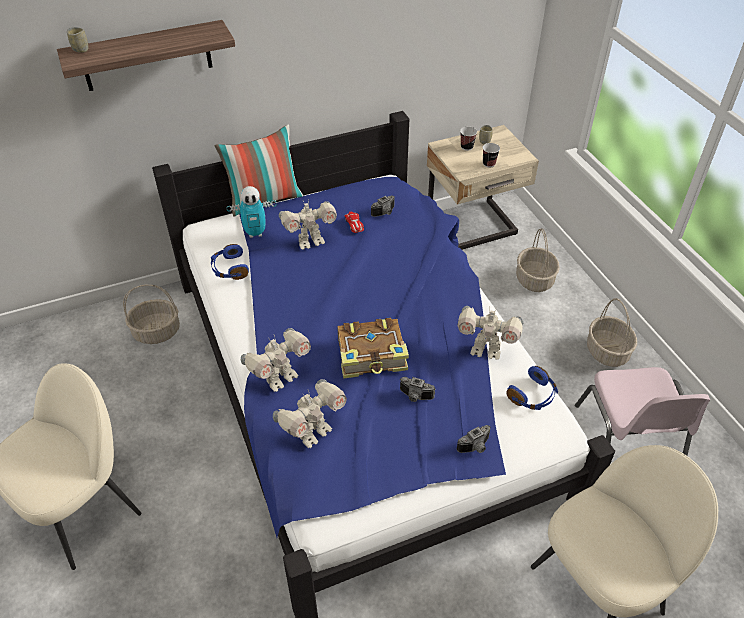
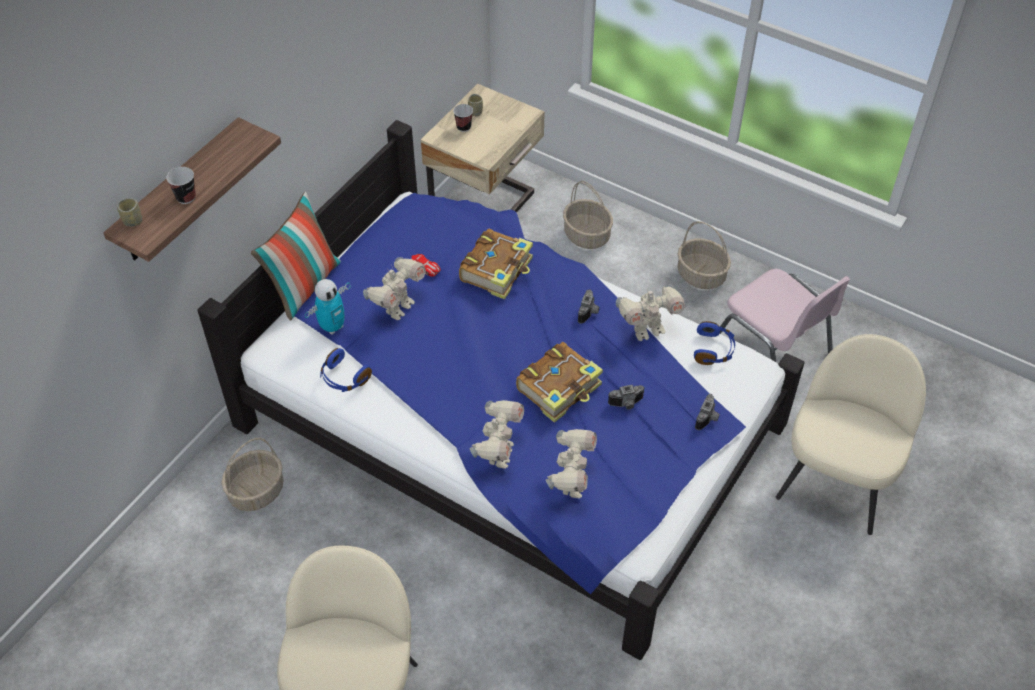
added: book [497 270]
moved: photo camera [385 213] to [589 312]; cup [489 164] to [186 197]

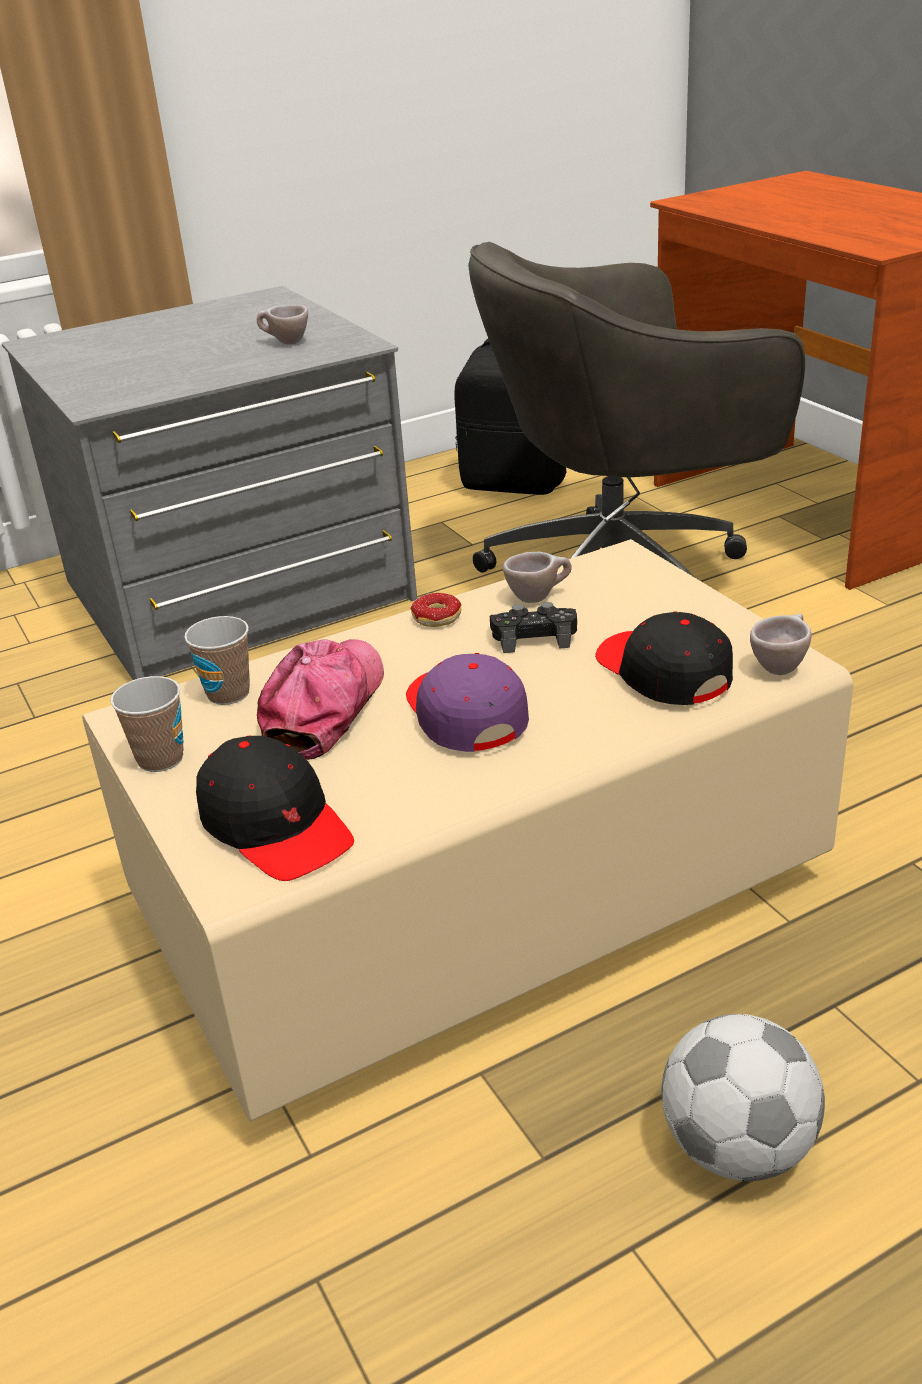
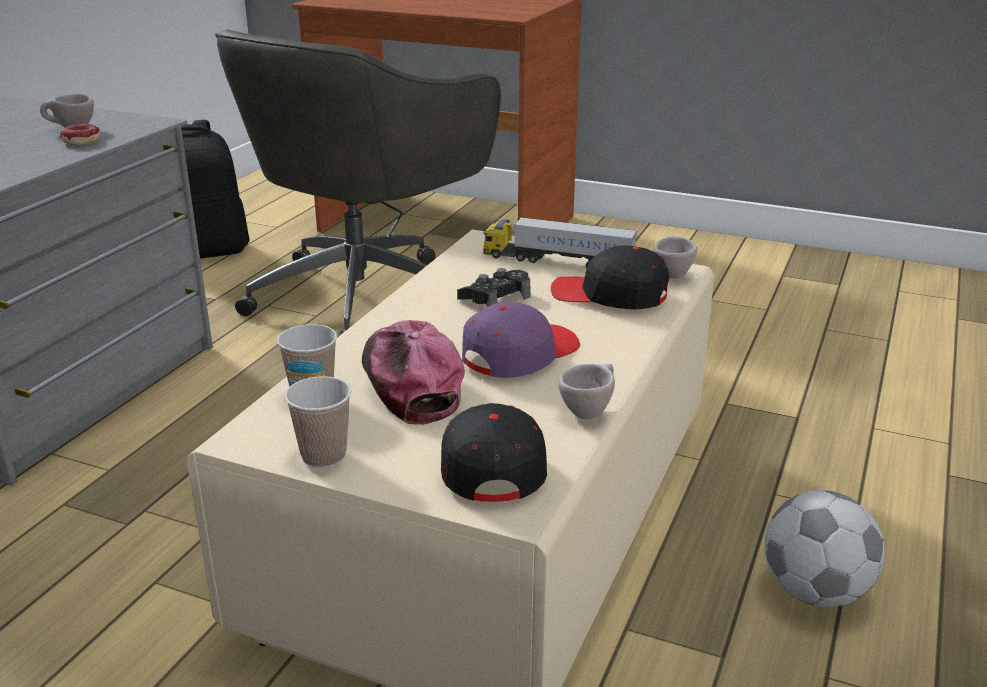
added: toy truck [557 261]
moved: donut [435 623] to [83 143]; beige cup [538 597] to [589 411]
turned: black cap [276 826] = [491 463] 105 degrees counterclockwise; purple cap [464 715] = [519 354] 105 degrees clockwise

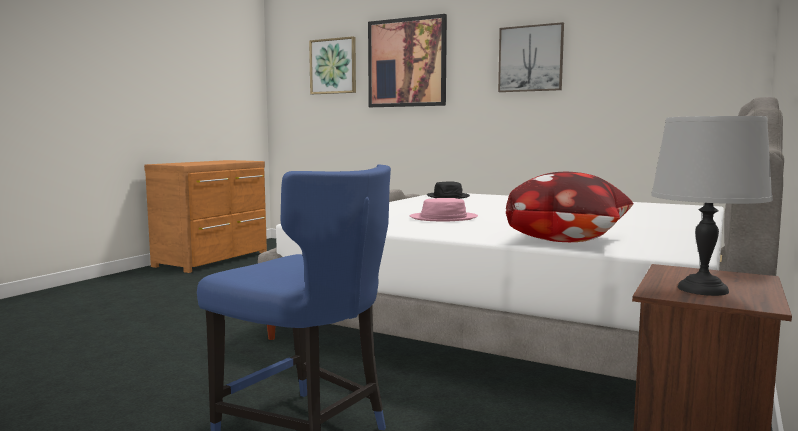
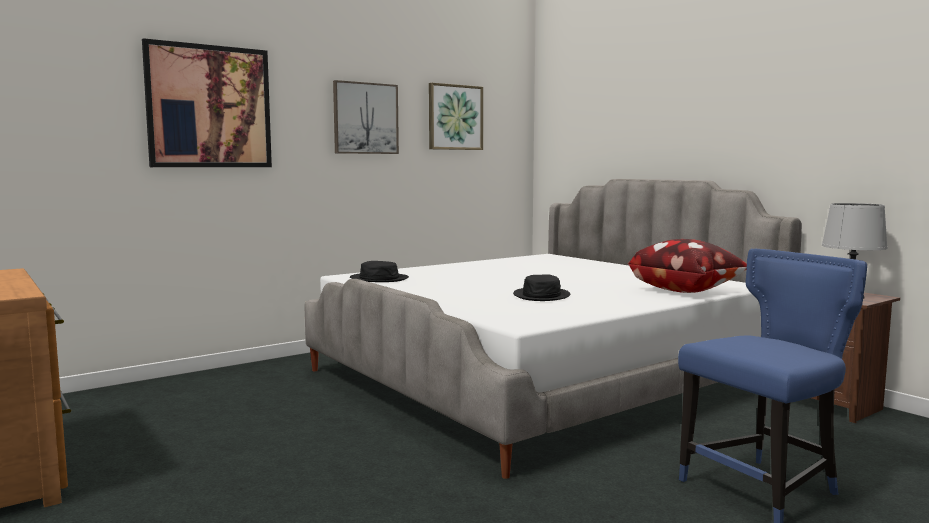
moved: picture [333 66] to [455 117]
recoloured: pink hat [443 218] to black hat [542 295]

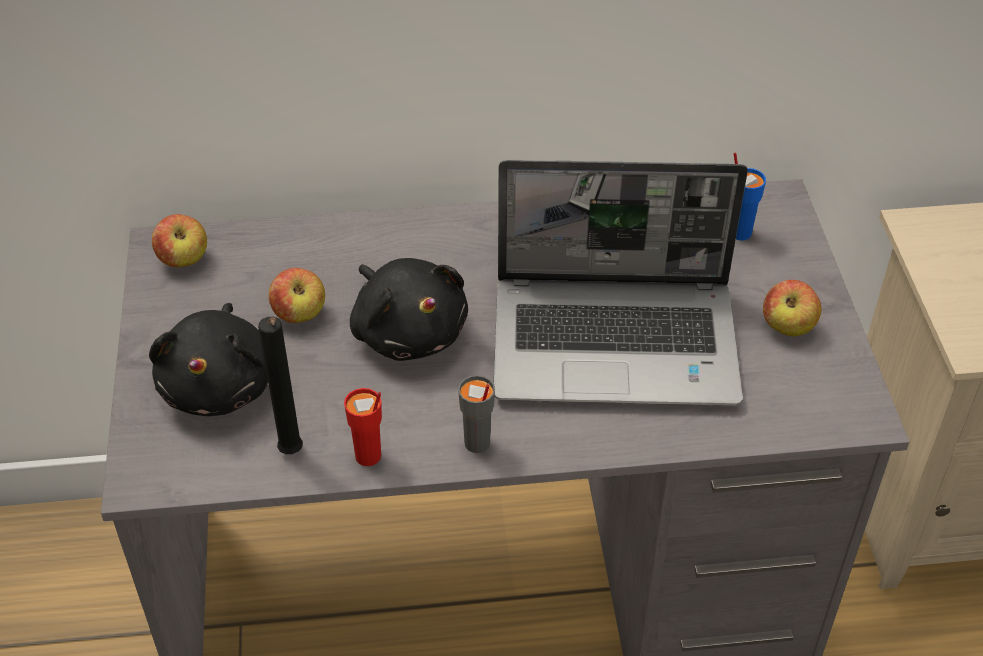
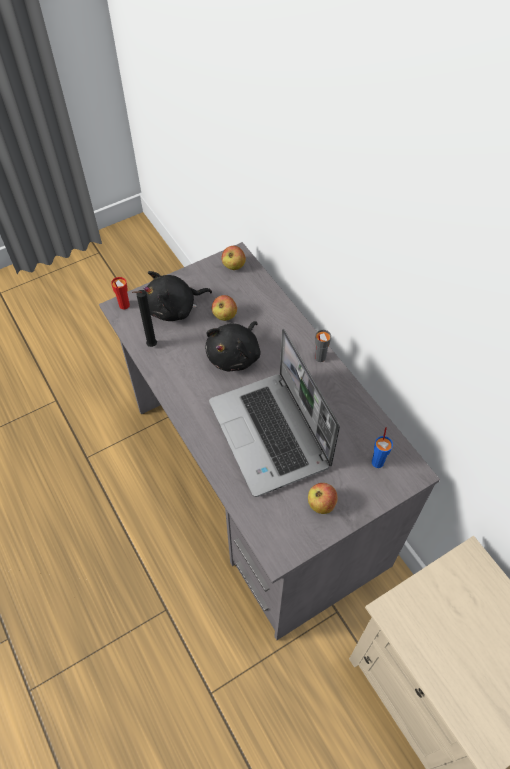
moved: red cup [368 456] to [124 305]; grey cup [477 443] to [319 357]

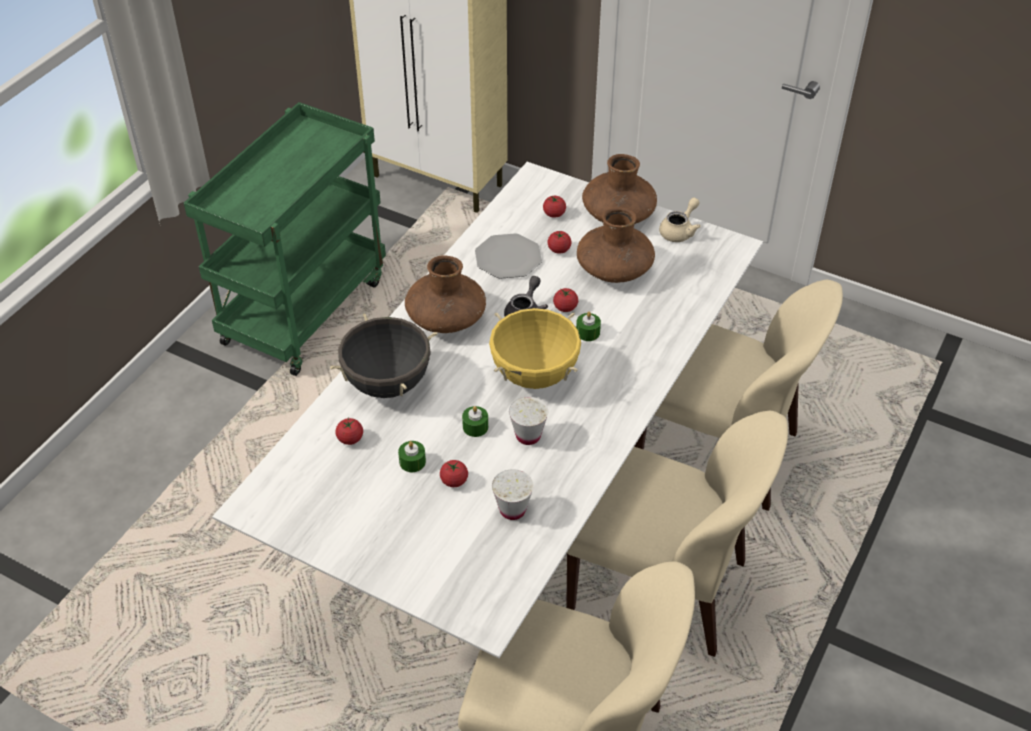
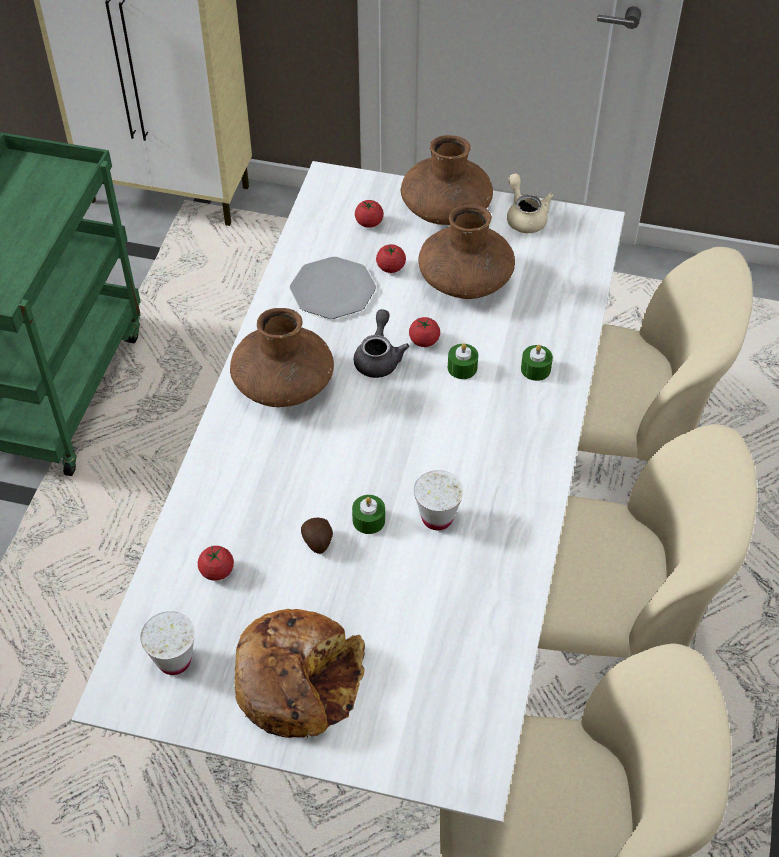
removed: black cooking pot [388 383]; tomato [454 481]; yellow cooking pot [534 374]
added: bread [298 681]; potato [317 542]
moved: green candle [412 462] to [535 369]; white cup [512 510] to [174 660]
turned: beige teapot [679 231] = [525 217] 45 degrees counterclockwise

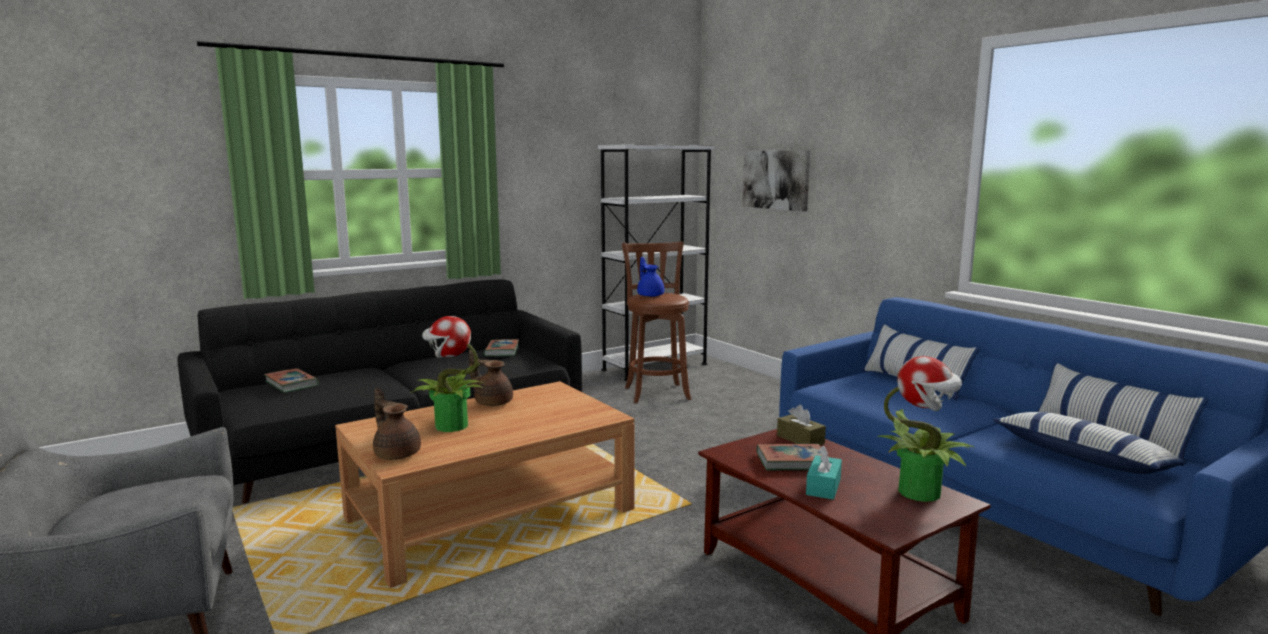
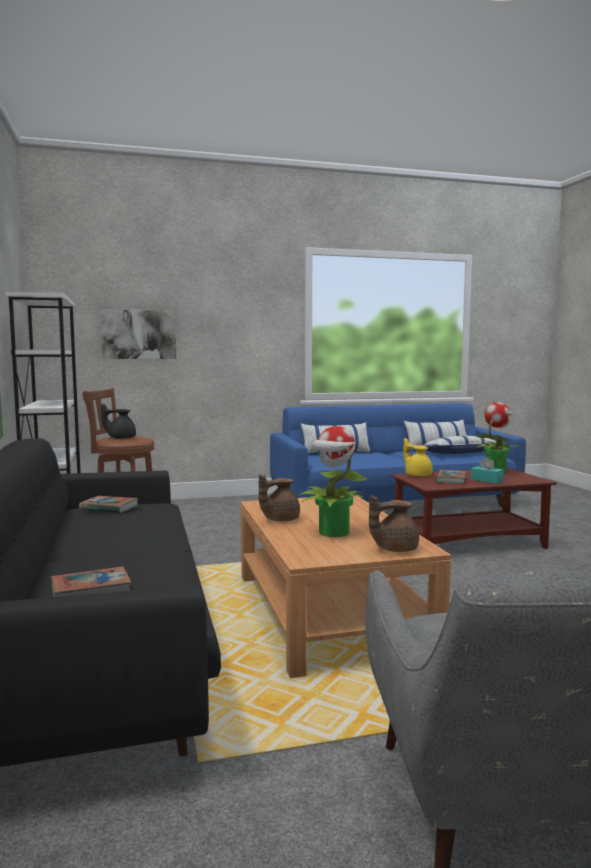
replaced: brown tissue box [800 439] to yellow teapot [417 475]
recoloured: blue teapot [650 295] to black teapot [121 438]

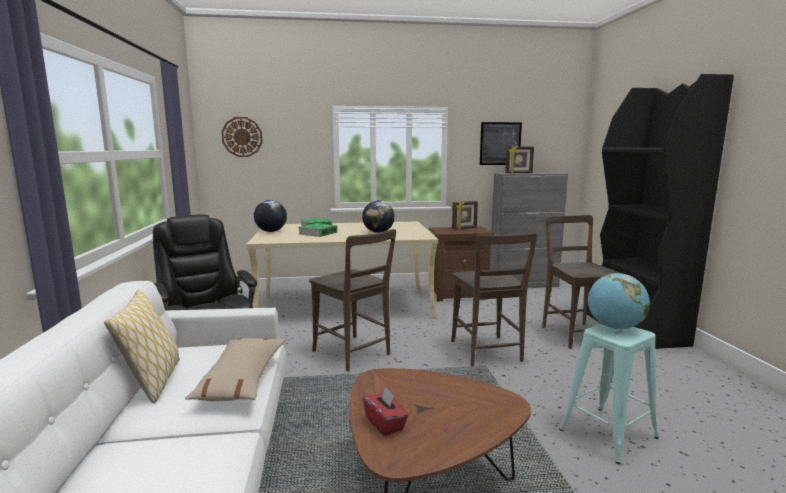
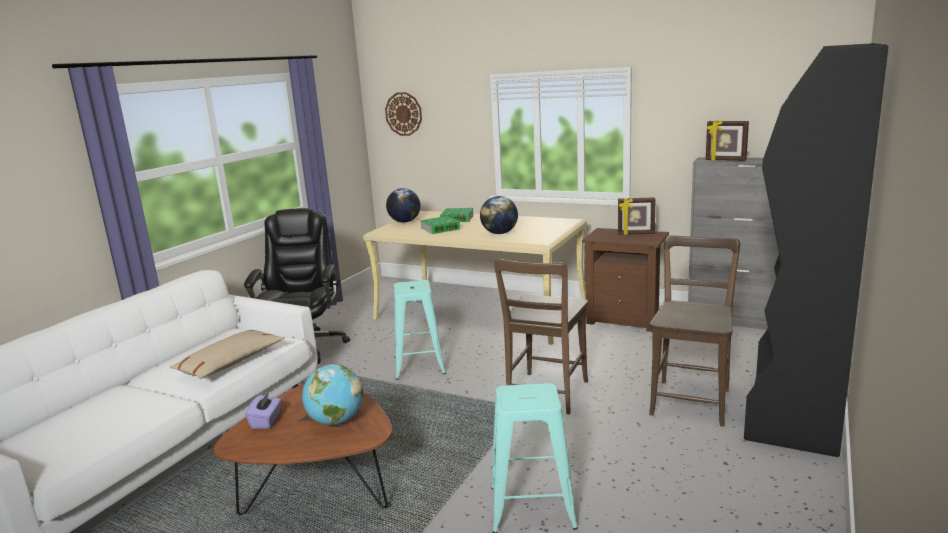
removed: pillow [153 382]; picture [500 143]
moved: globe [615 327] to [336 421]
replaced: brown chair [353 354] to turquoise stool [419 365]
recoloured: red tissue box [385 424] to purple tissue box [266 421]

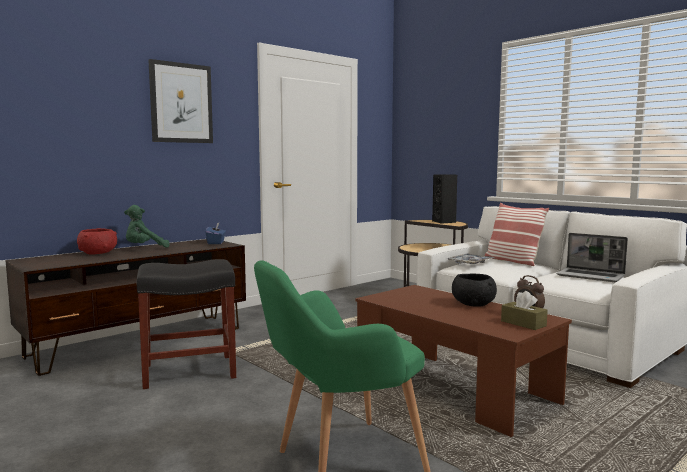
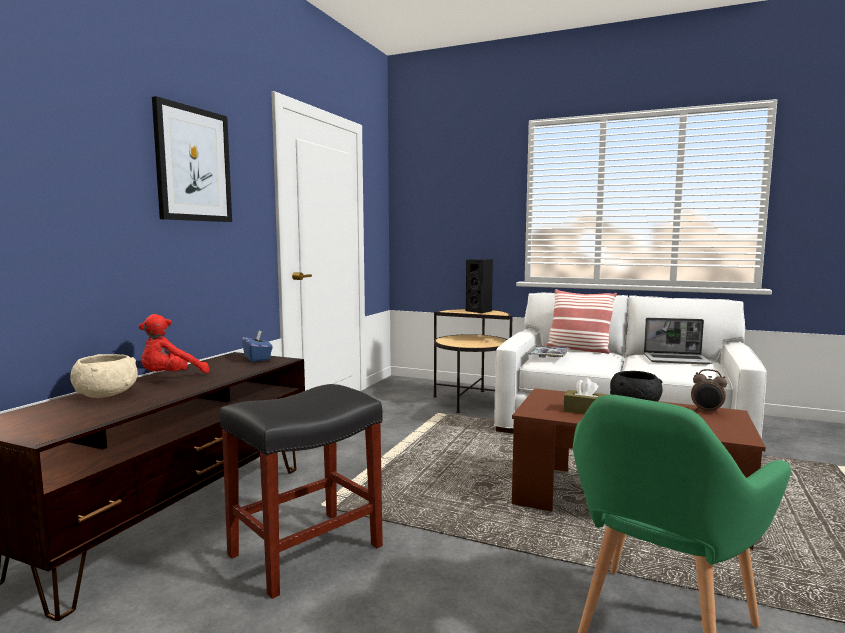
moved: brown tissue box [523 323] to [585 411]
recoloured: red bowl [98 253] to beige bowl [106 393]; green plush toy [145 248] to red plush toy [170 378]

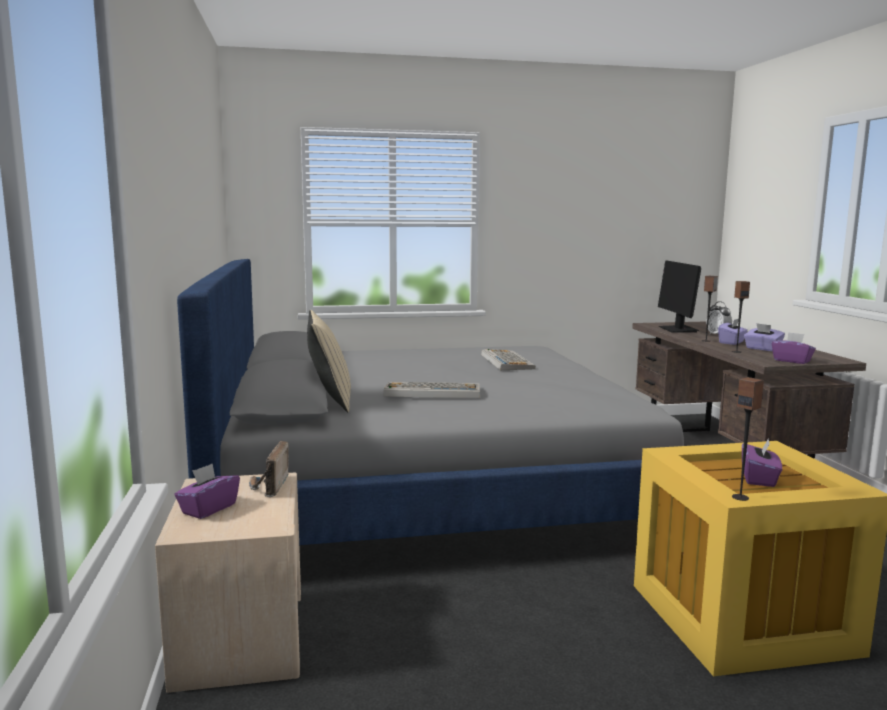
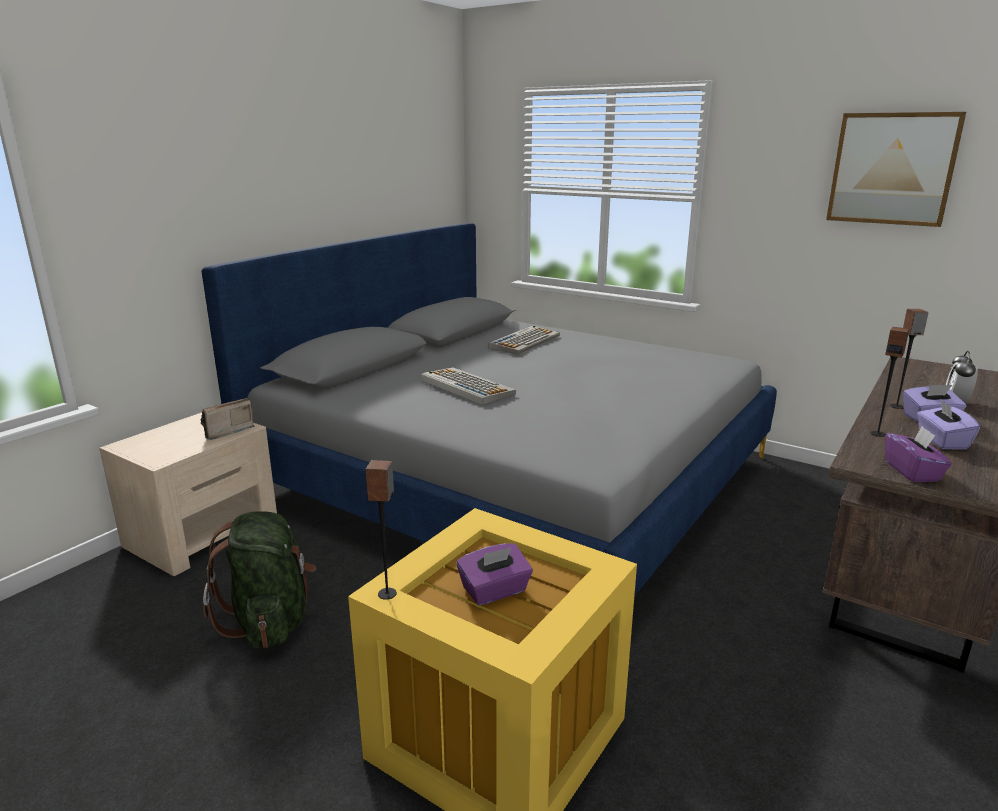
removed: purple tissue box [208 509]; beige pillow [329 401]; monitor [678 329]
added: green backpack [270 621]; picture [892 169]
moved: keyboard [506 361] to [524 341]

